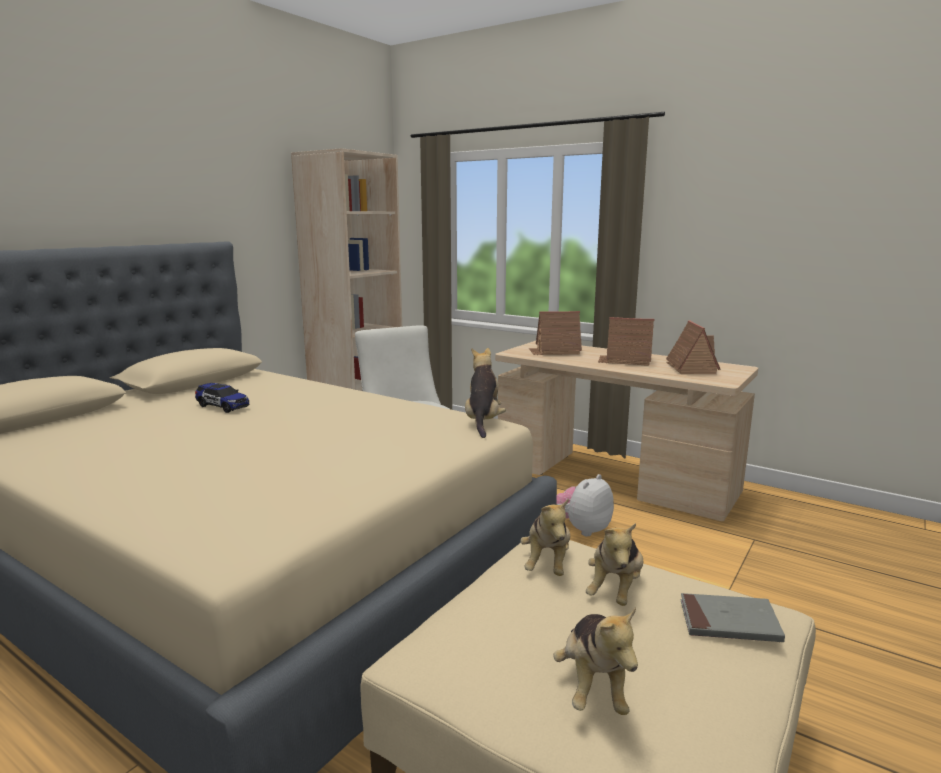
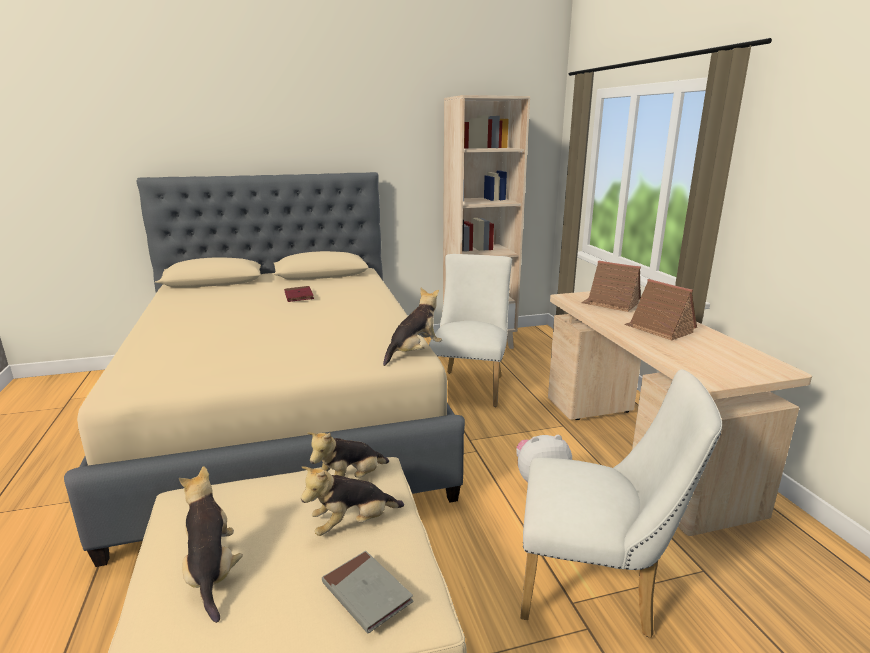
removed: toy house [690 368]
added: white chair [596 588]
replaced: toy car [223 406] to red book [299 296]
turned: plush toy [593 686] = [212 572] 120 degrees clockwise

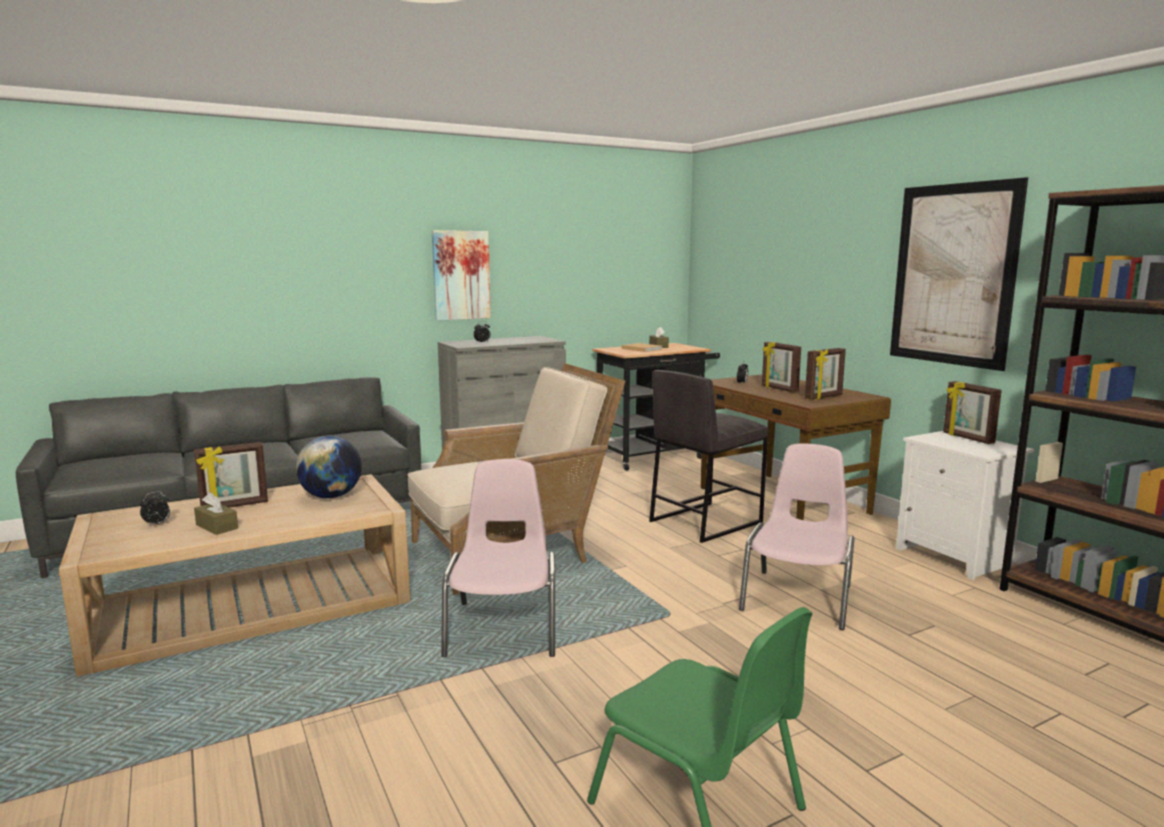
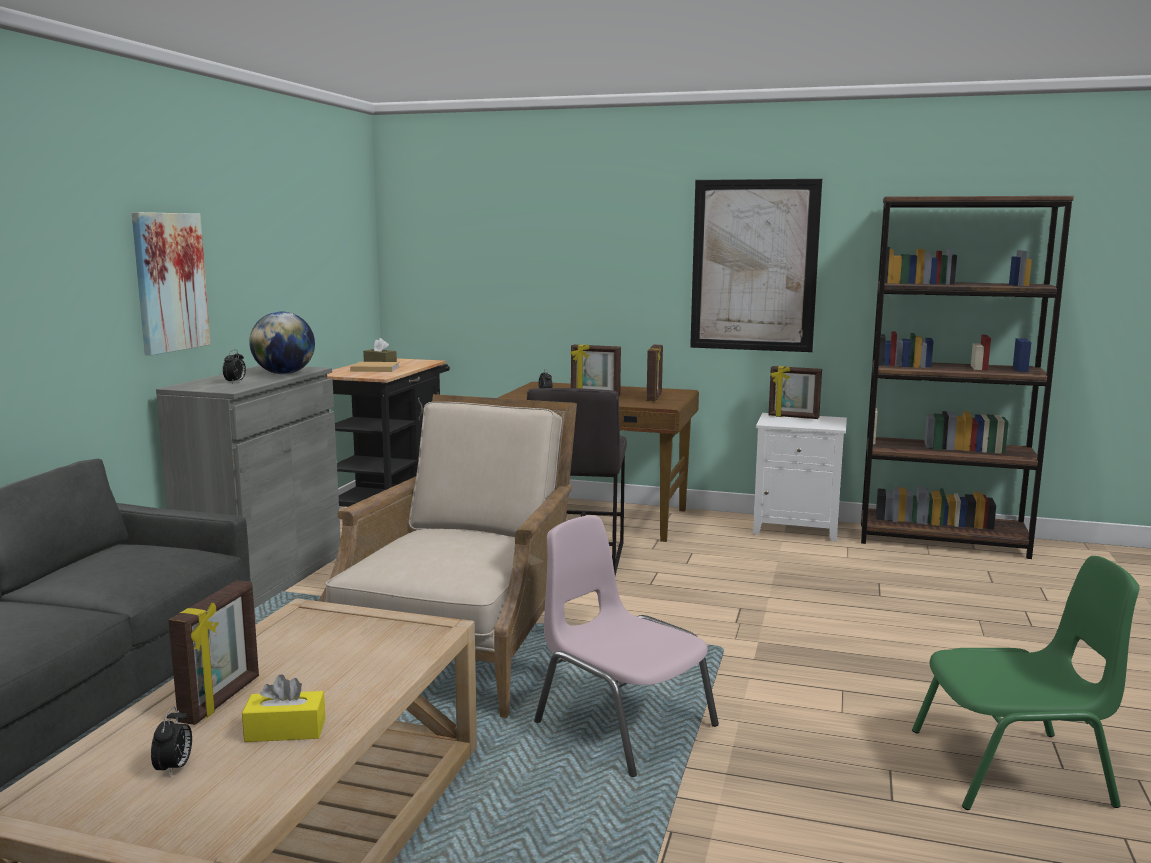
removed: pink chair [799 598]
moved: globe [331 496] to [284 373]
recoloured: brown tissue box [217 527] to yellow tissue box [285 730]

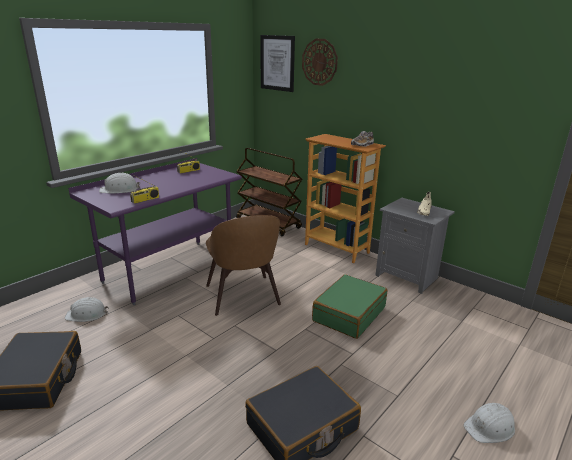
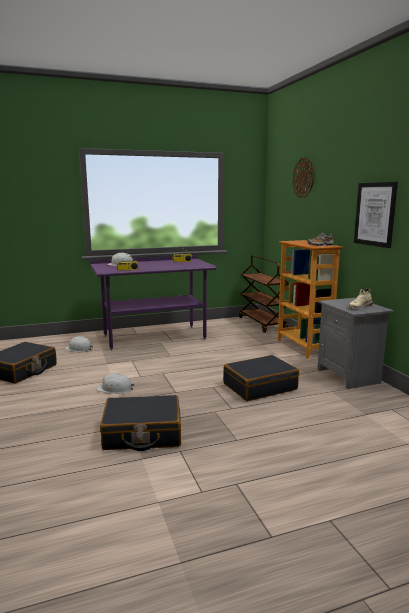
removed: brown chair [243 296]
moved: picture [277 63] to [375 214]; white hard hat [490 427] to [115 389]
recoloured: green suitcase [348 314] to black suitcase [259 386]

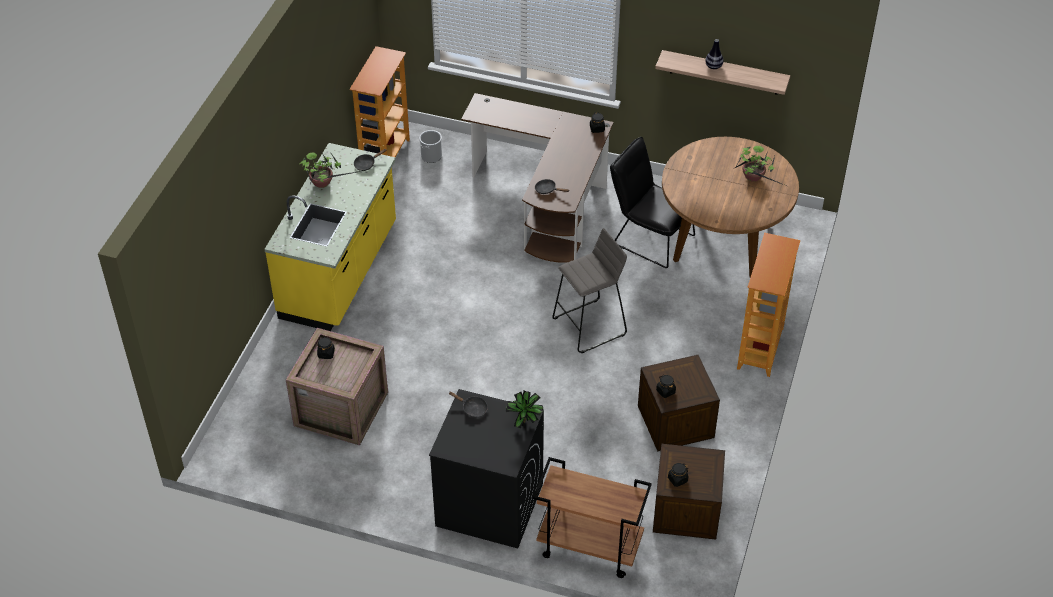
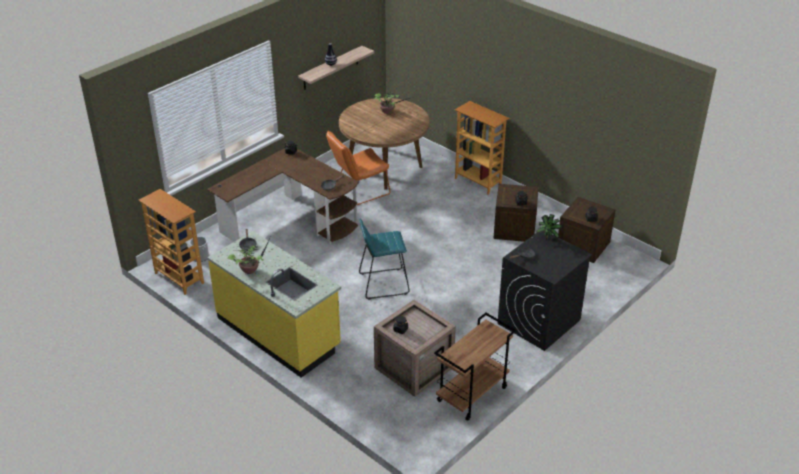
removed: grey stool [589 326]
added: turquoise stool [383 283]
moved: brown cart [588 548] to [472 395]
recoloured: black chair [649 237] to orange chair [358 192]

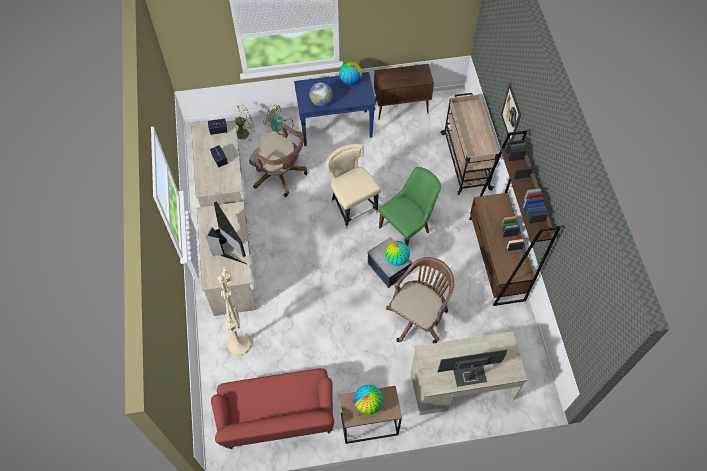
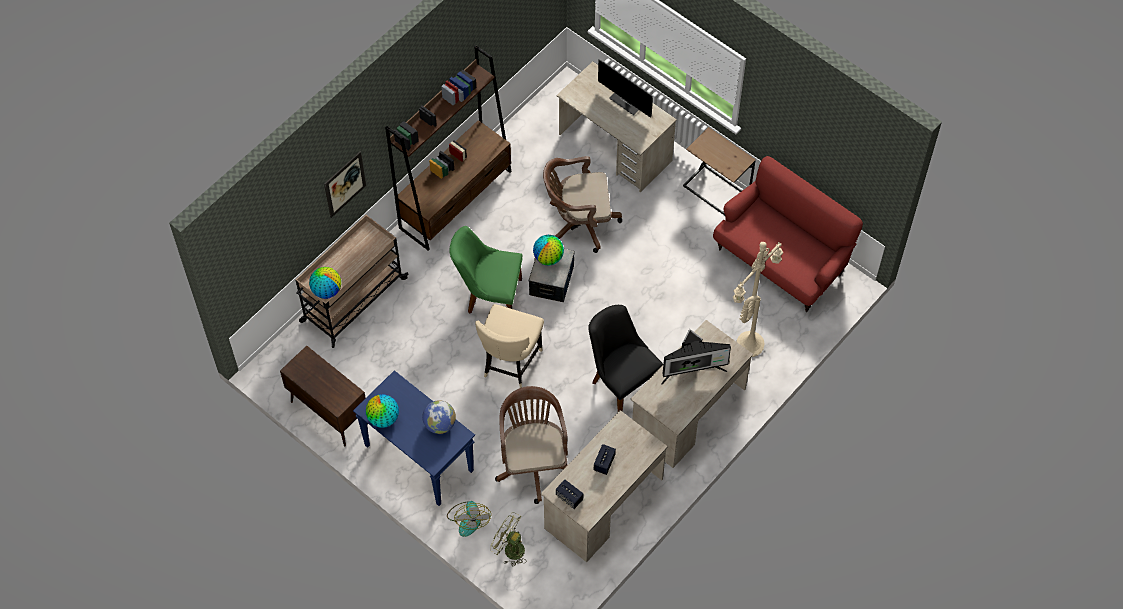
added: black chair [620 381]
moved: globe [368 403] to [326 290]
turned: monitor [227 247] = [692 370] 120 degrees counterclockwise

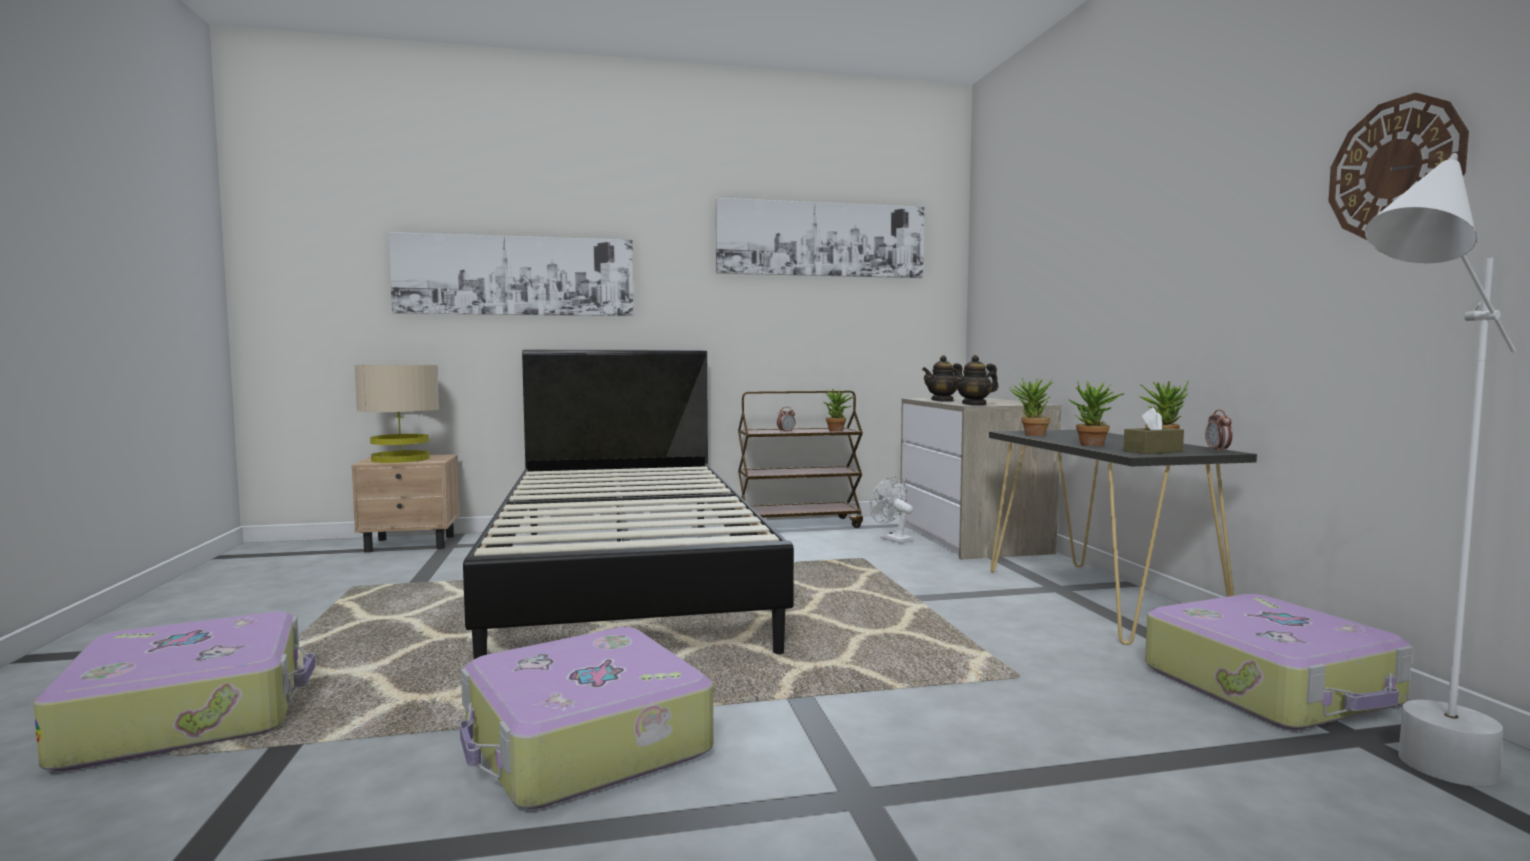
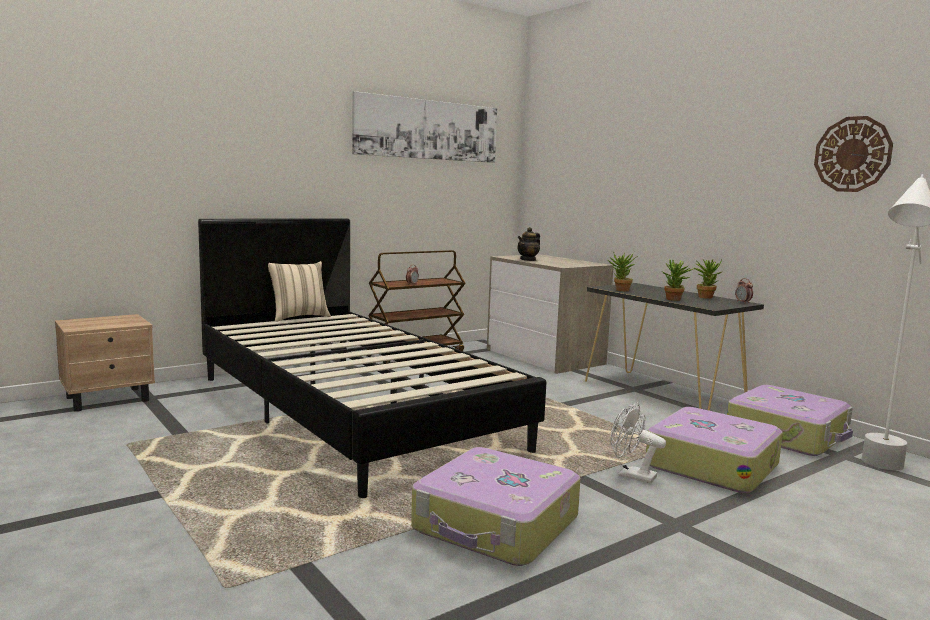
removed: beige table lamp [401 459]; picture [516 276]; potted plant [838 431]; teapot [974 404]; brown tissue box [1153 451]
added: beige pillow [298 317]
moved: suitcase [190 713] to [711 464]; white fan [891 539] to [631 475]

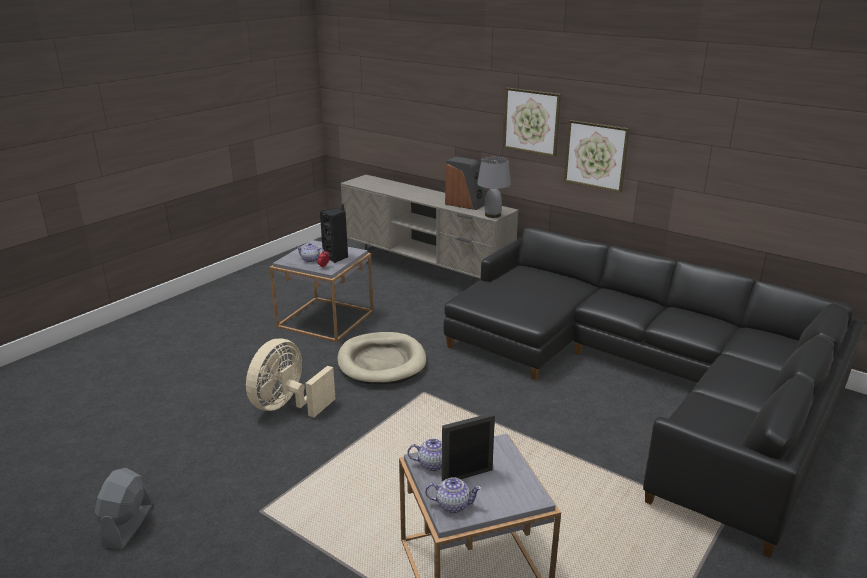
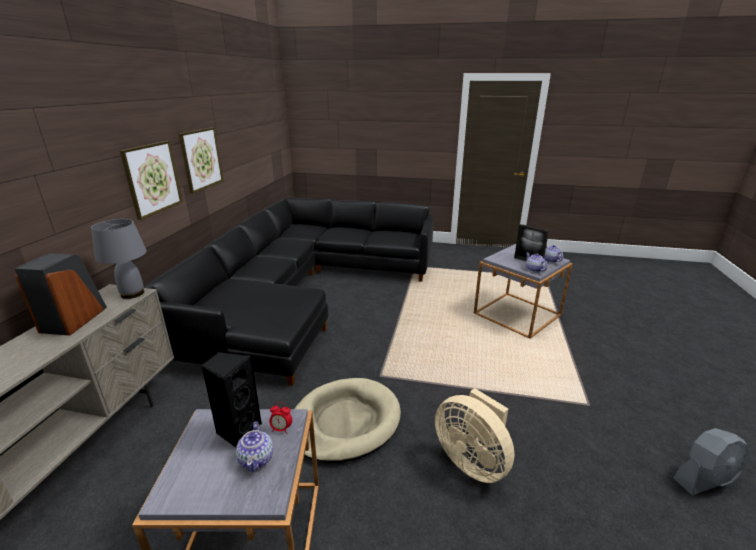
moved: picture [531 121] to [201 159]
turned: beige fan [287 406] = [472 460] 45 degrees clockwise

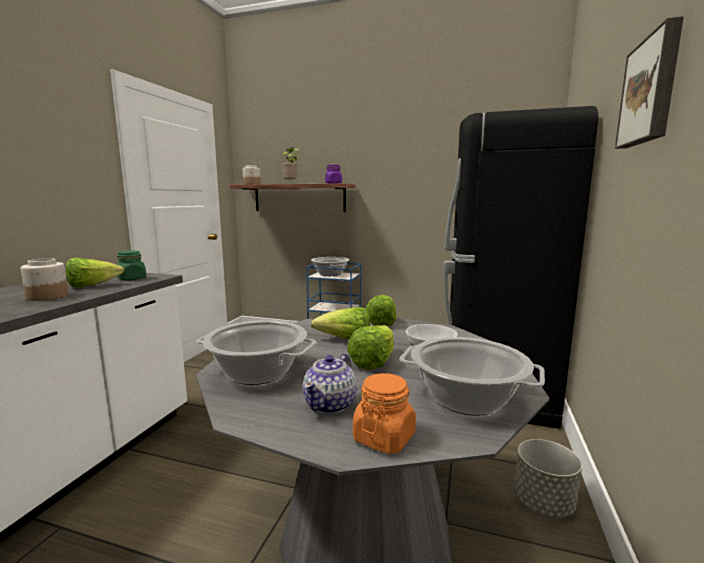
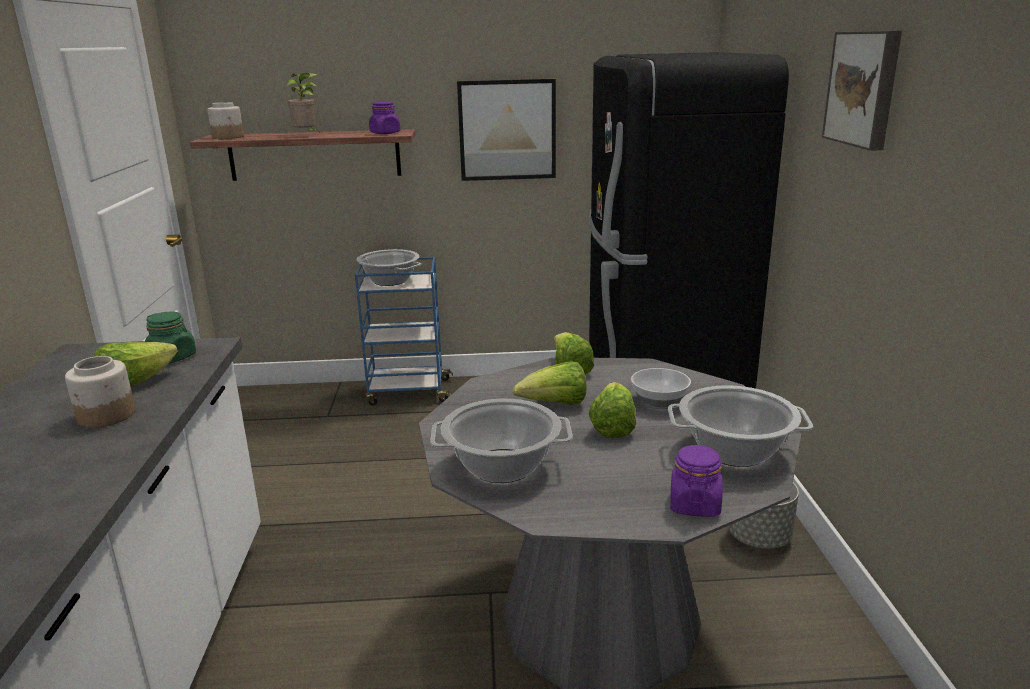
removed: teapot [331 404]
added: picture [507 130]
recoloured: orange jar [384 437] to purple jar [694 504]

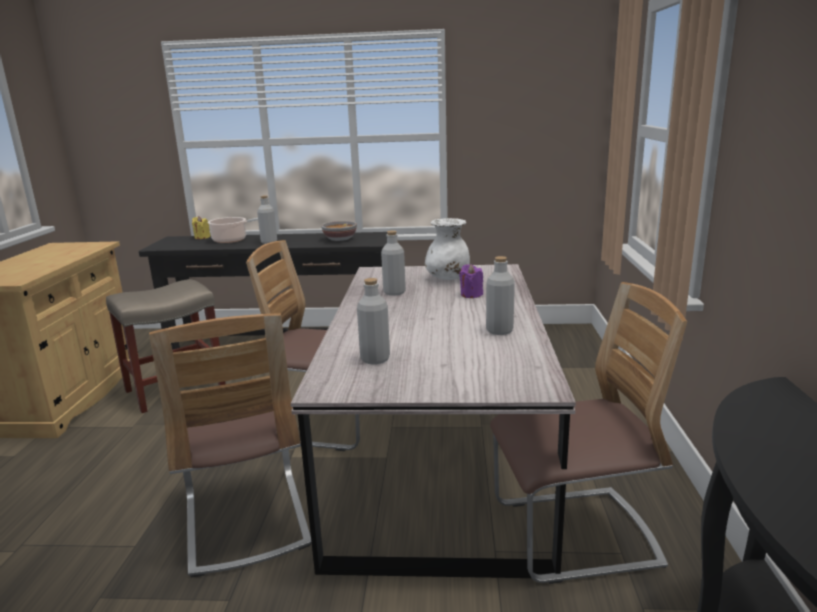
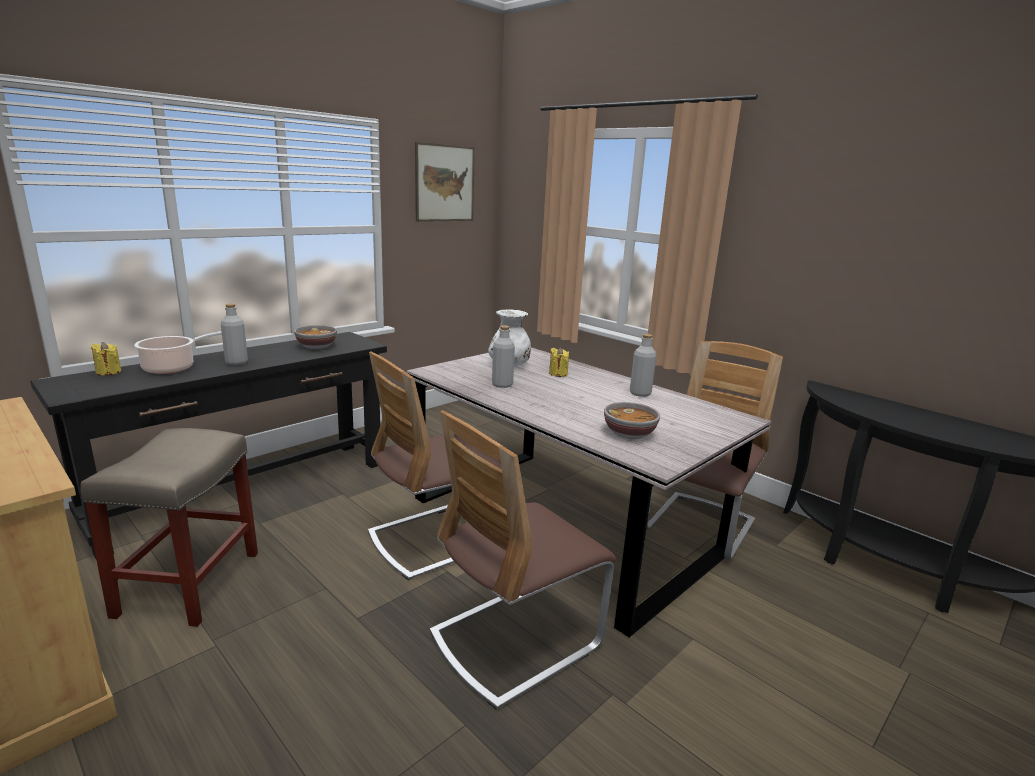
added: picture [445 183]
replaced: grey bottle [375 359] to bowl [629 434]
recoloured: purple candle [471 294] to yellow candle [558 374]
turned: chair [246 519] = [515 640] 120 degrees clockwise

